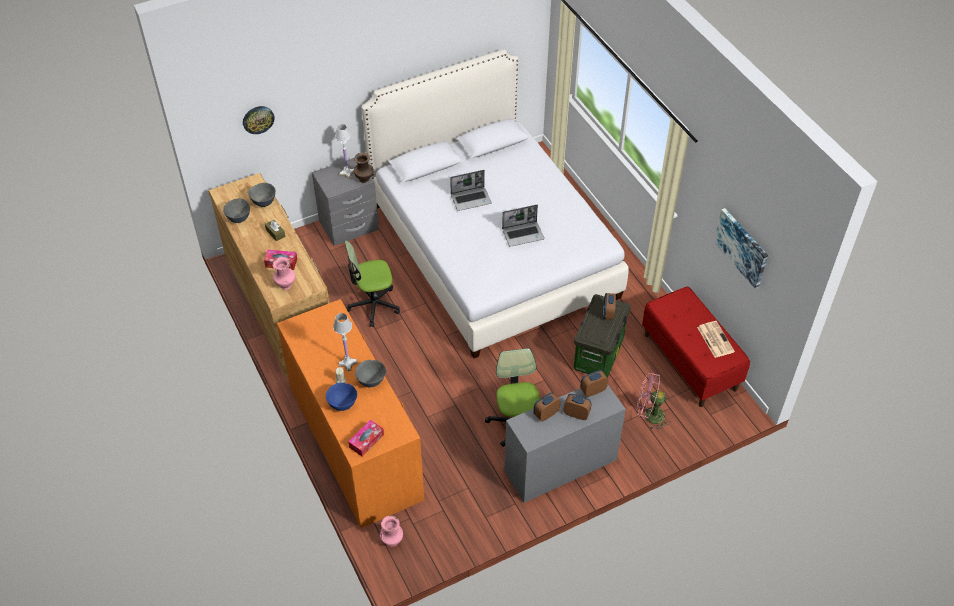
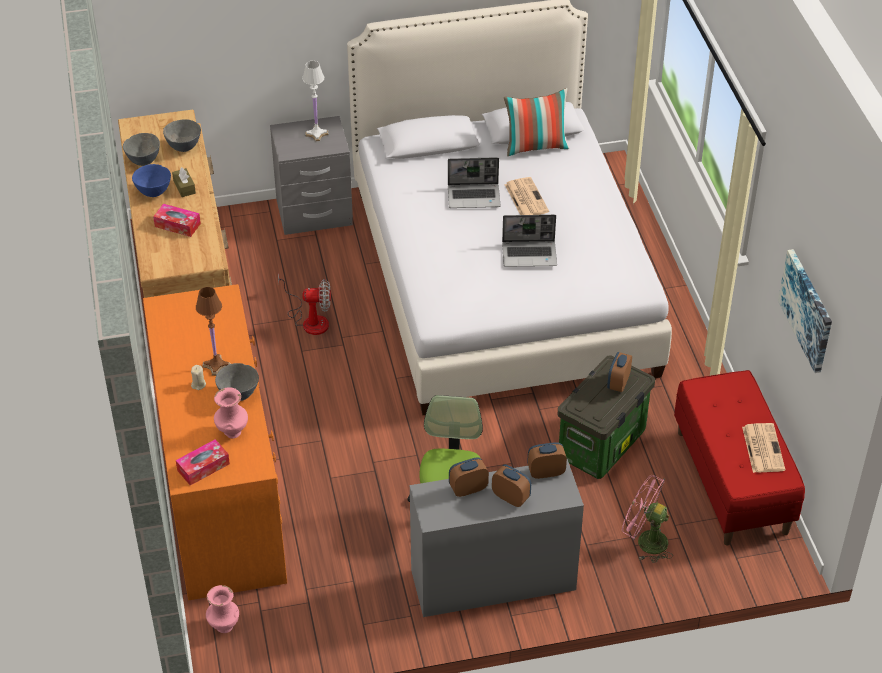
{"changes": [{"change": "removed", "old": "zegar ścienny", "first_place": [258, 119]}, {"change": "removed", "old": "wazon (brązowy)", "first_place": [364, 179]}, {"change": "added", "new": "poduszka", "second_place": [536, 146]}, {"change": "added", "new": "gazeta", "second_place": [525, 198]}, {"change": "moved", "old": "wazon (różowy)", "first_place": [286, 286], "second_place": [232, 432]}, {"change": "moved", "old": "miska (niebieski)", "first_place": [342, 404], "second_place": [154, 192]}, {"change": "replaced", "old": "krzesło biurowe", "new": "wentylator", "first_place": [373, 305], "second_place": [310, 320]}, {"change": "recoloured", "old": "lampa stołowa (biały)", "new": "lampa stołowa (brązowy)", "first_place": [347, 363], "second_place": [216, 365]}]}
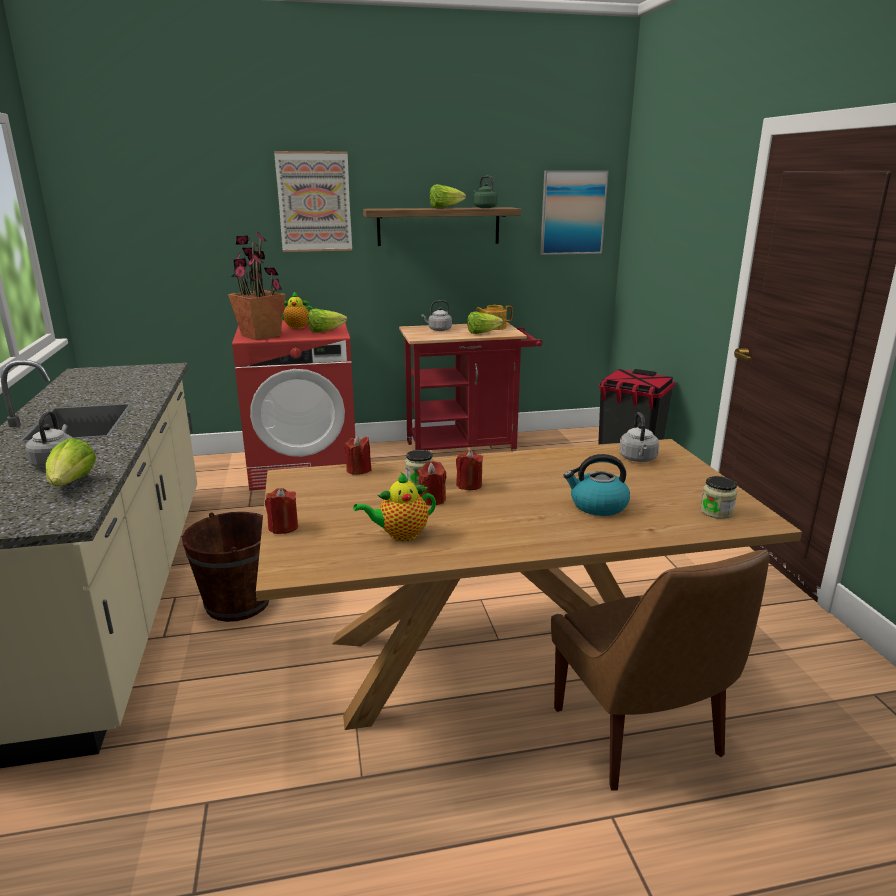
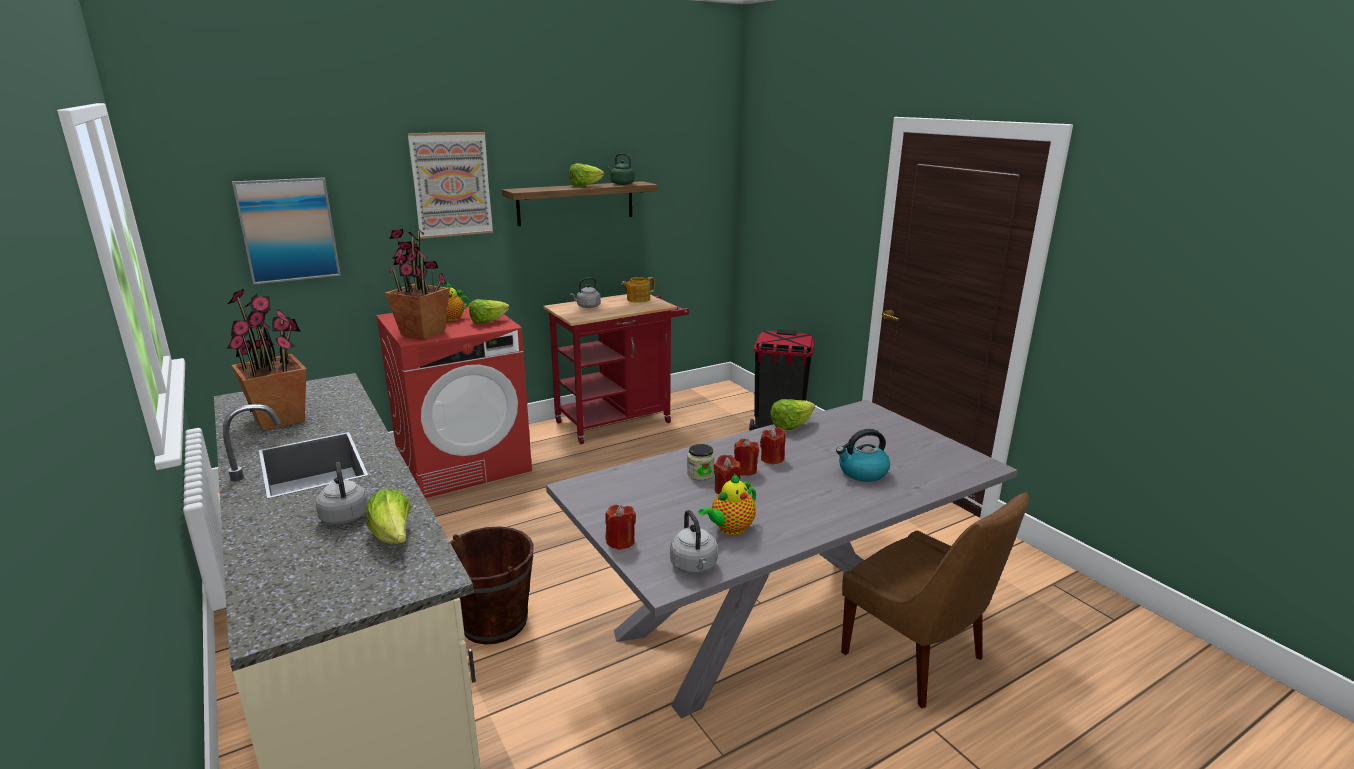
{"changes": [{"change": "removed", "old": "słoik", "first_place": [716, 512]}, {"change": "added", "new": "roślina doniczkowa", "second_place": [280, 419]}, {"change": "moved", "old": "świeca (czerwony)", "first_place": [359, 470], "second_place": [772, 459]}, {"change": "moved", "old": "sałata", "first_place": [482, 333], "second_place": [791, 426]}, {"change": "moved", "old": "obraz", "first_place": [572, 212], "second_place": [288, 230]}, {"change": "moved", "old": "czajnik (szary)", "first_place": [638, 459], "second_place": [694, 566]}, {"change": "recoloured", "old": "stół jadalny (brązowy)", "new": "stół jadalny (szary)", "first_place": [503, 659], "second_place": [776, 620]}]}
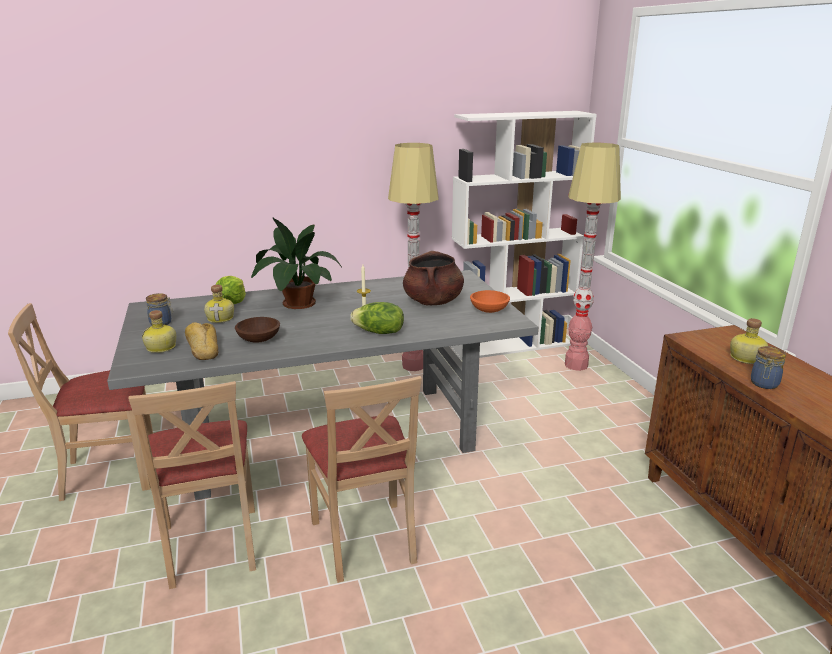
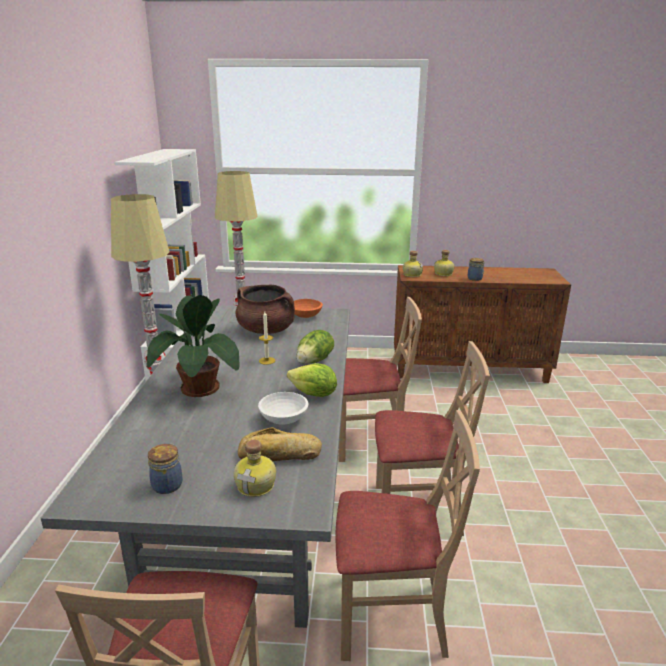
{"changes": [{"change": "added", "new": "krzesło (beżowy)", "second_place": [369, 441]}, {"change": "moved", "old": "butelka", "first_place": [221, 318], "second_place": [411, 274]}, {"change": "moved", "old": "sałata", "first_place": [232, 302], "second_place": [313, 394]}, {"change": "recoloured", "old": "miska (brązowy)", "new": "miska (biały)", "first_place": [258, 339], "second_place": [284, 419]}]}
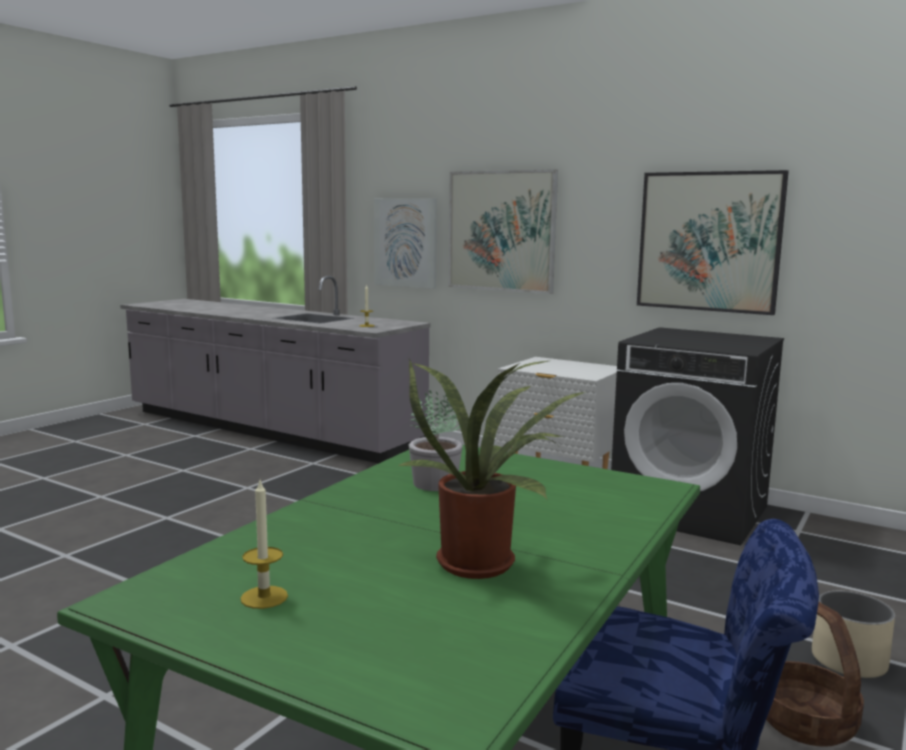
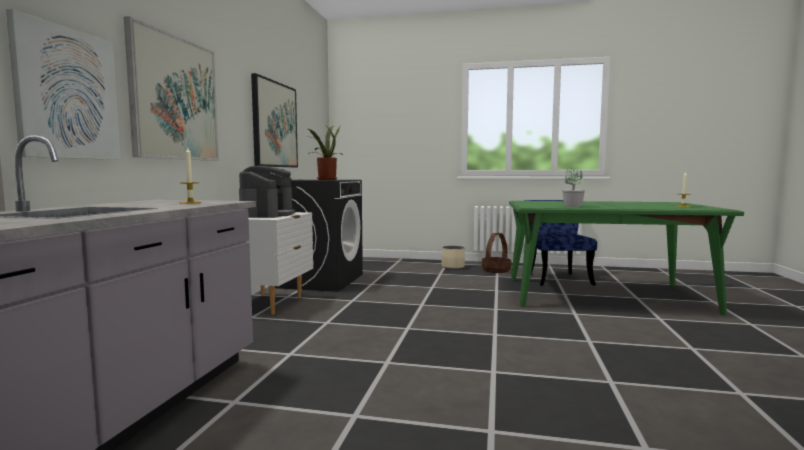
{"changes": [{"change": "added", "new": "ekspres do kawy", "second_place": [267, 214]}, {"change": "moved", "old": "roślina doniczkowa", "first_place": [482, 562], "second_place": [325, 179]}]}
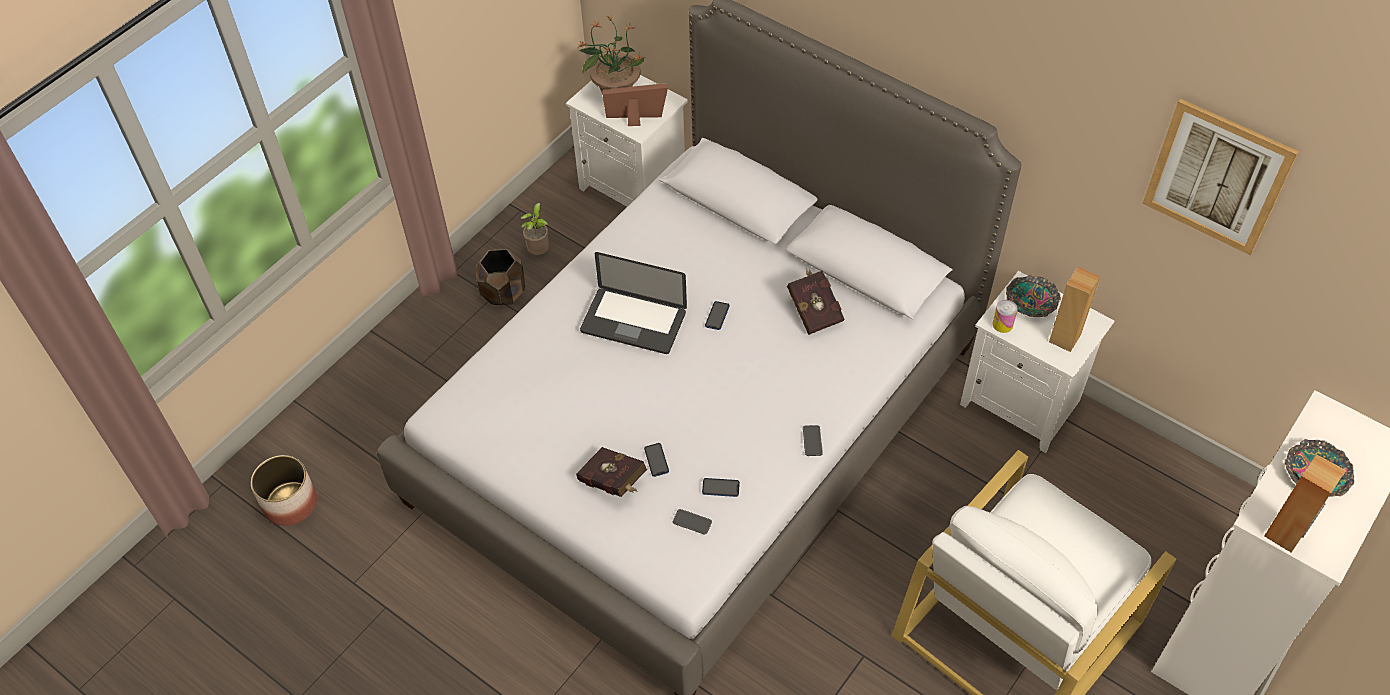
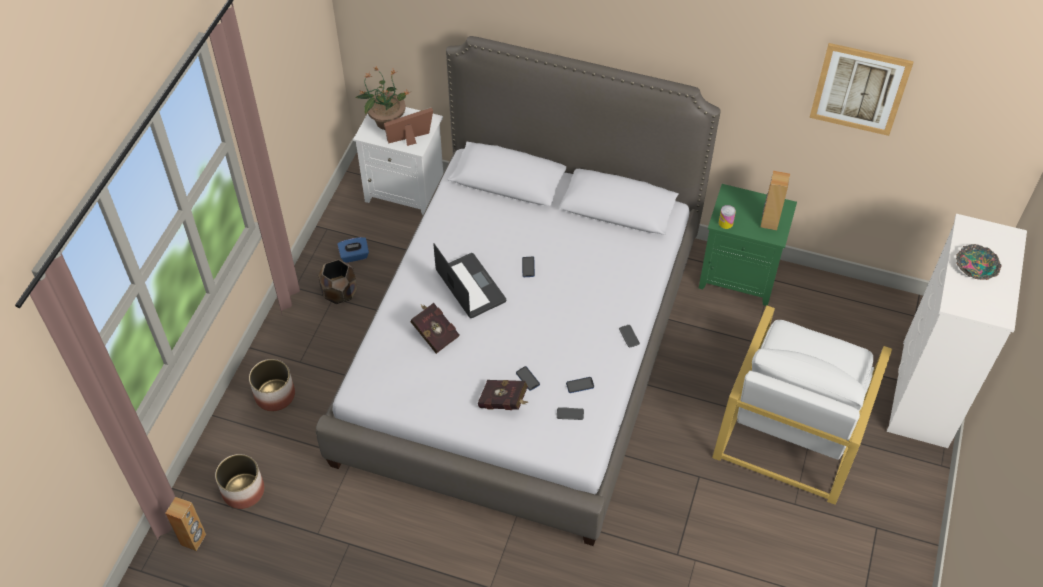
{"changes": [{"change": "removed", "old": "miska", "first_place": [1031, 301]}, {"change": "added", "new": "donica", "second_place": [275, 395]}, {"change": "moved", "old": "książka (czerwony)", "first_place": [814, 310], "second_place": [434, 333]}, {"change": "moved", "old": "głośnik (brązowy)", "first_place": [1285, 533], "second_place": [193, 540]}, {"change": "replaced", "old": "roślina doniczkowa", "new": "pudełko chusteczek (niebieski)", "first_place": [539, 251], "second_place": [354, 256]}, {"change": "recoloured", "old": "szafka nocna (biały)", "new": "szafka nocna (zielony)", "first_place": [1023, 403], "second_place": [740, 276]}, {"change": "turned", "old": "laptop", "first_place": [633, 322], "second_place": [470, 286], "degrees": -120}]}
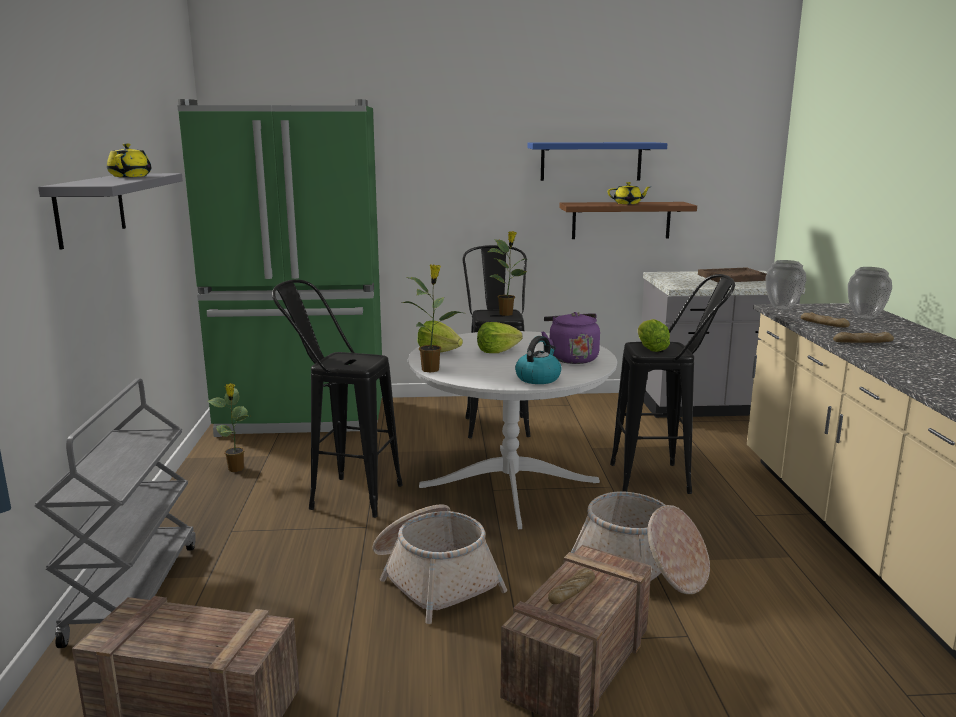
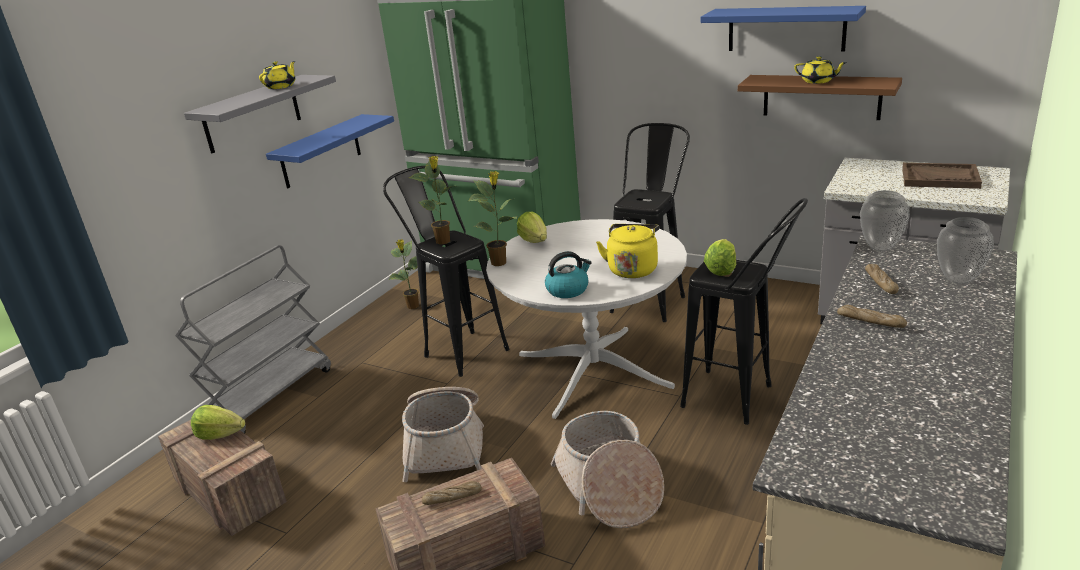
{"changes": [{"change": "added", "new": "półka (niebieski)", "second_place": [321, 151]}, {"change": "moved", "old": "sałata", "first_place": [497, 351], "second_place": [220, 434]}, {"change": "moved", "old": "roślina doniczkowa", "first_place": [507, 314], "second_place": [444, 241]}, {"change": "recoloured", "old": "czajnik (fioletowy)", "new": "czajnik (żółty)", "first_place": [571, 358], "second_place": [632, 269]}]}
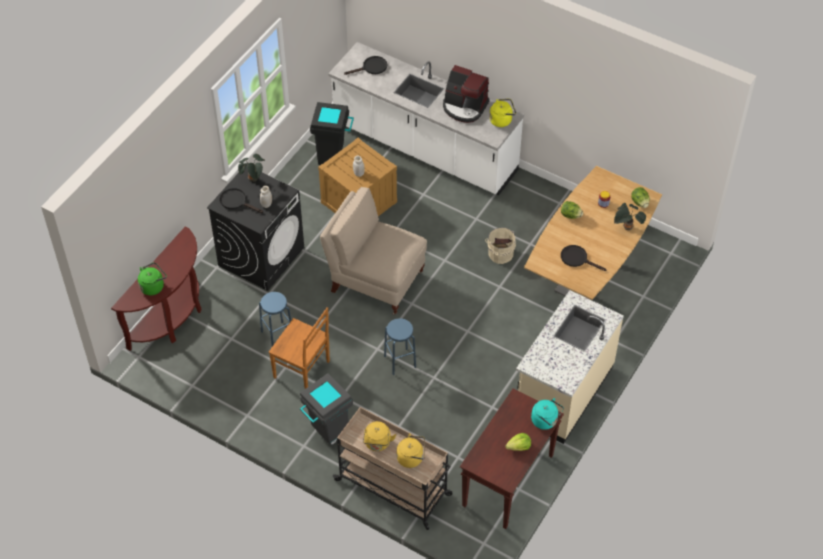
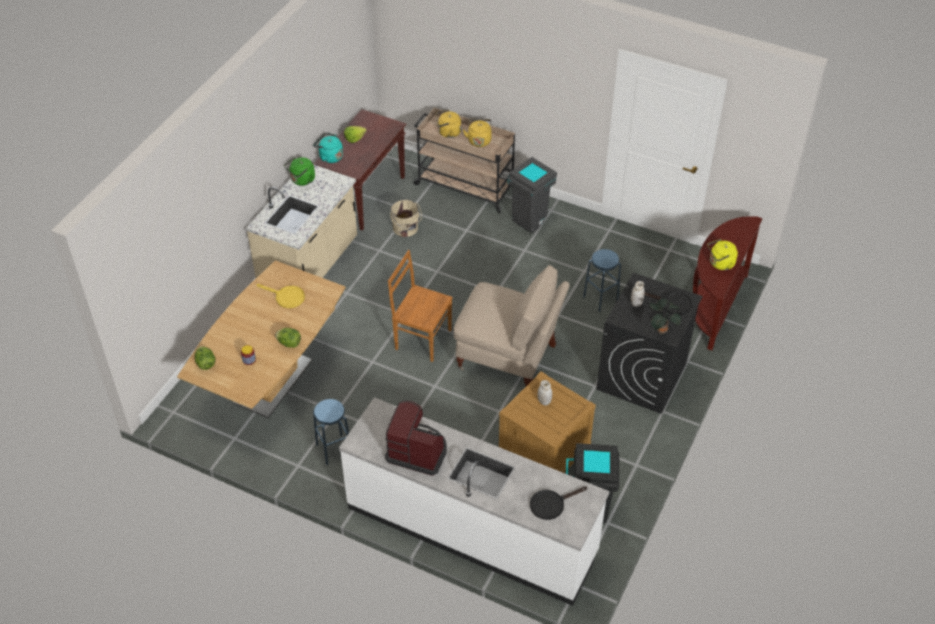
{"changes": [{"change": "removed", "old": "roślina doniczkowa", "first_place": [627, 228]}, {"change": "moved", "old": "czajnik (zielony)", "first_place": [153, 286], "second_place": [302, 180]}, {"change": "moved", "old": "krzesło (brązowy)", "first_place": [303, 370], "second_place": [421, 339]}, {"change": "moved", "old": "stołek (niebieski)", "first_place": [400, 361], "second_place": [334, 449]}, {"change": "moved", "old": "wiadro (beżowy)", "first_place": [500, 253], "second_place": [406, 229]}, {"change": "moved", "old": "czajnik (żółty)", "first_place": [502, 120], "second_place": [720, 264]}, {"change": "recoloured", "old": "patelnia (czarny)", "new": "patelnia (żółty)", "first_place": [577, 259], "second_place": [286, 297]}]}
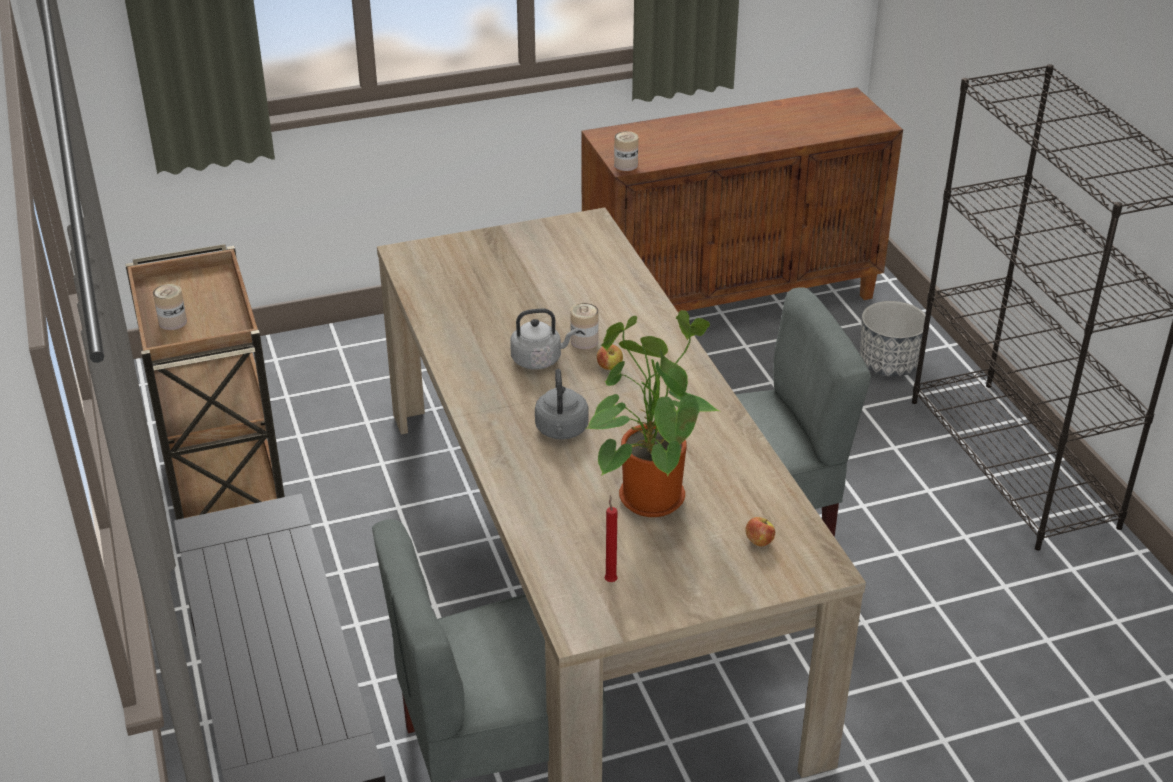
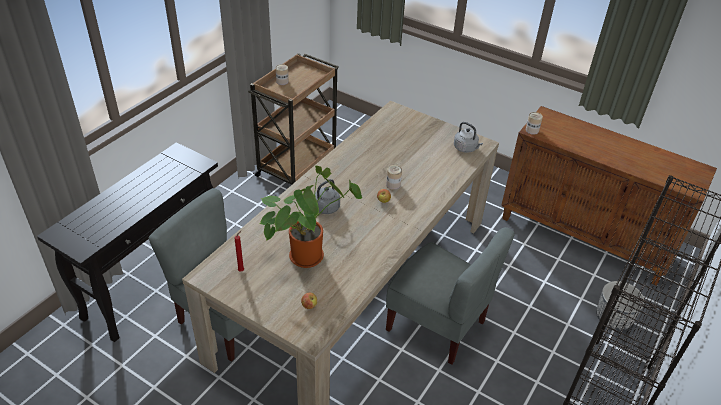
{"changes": [{"change": "moved", "old": "czajnik (szary)", "first_place": [539, 360], "second_place": [466, 148]}]}
